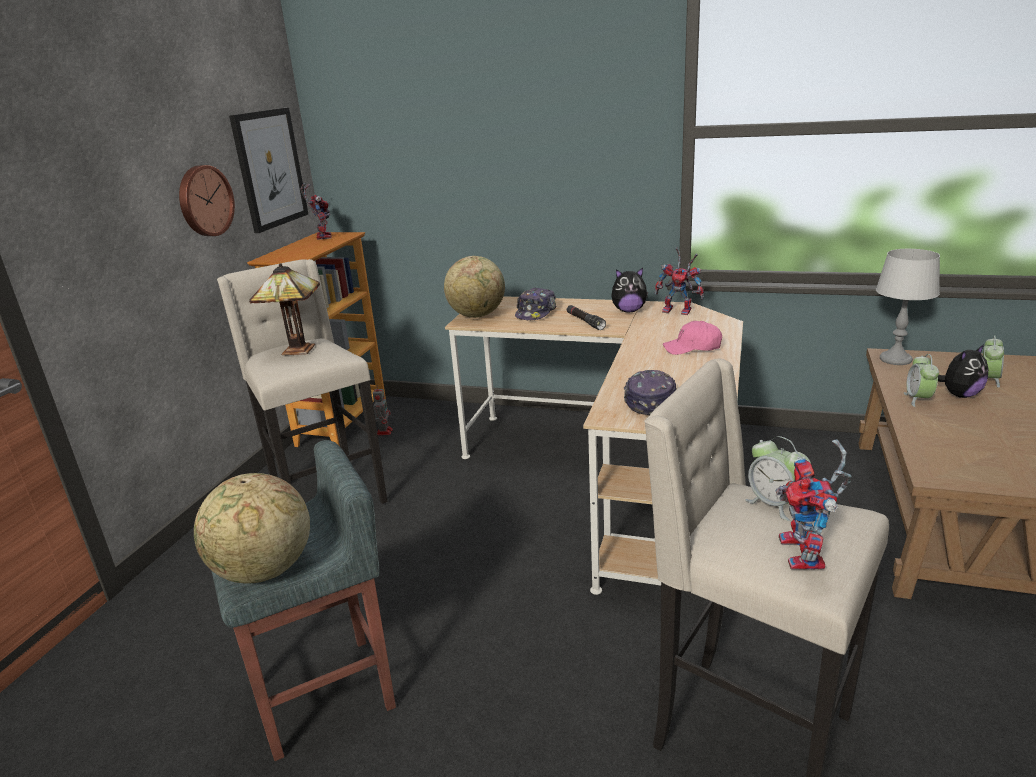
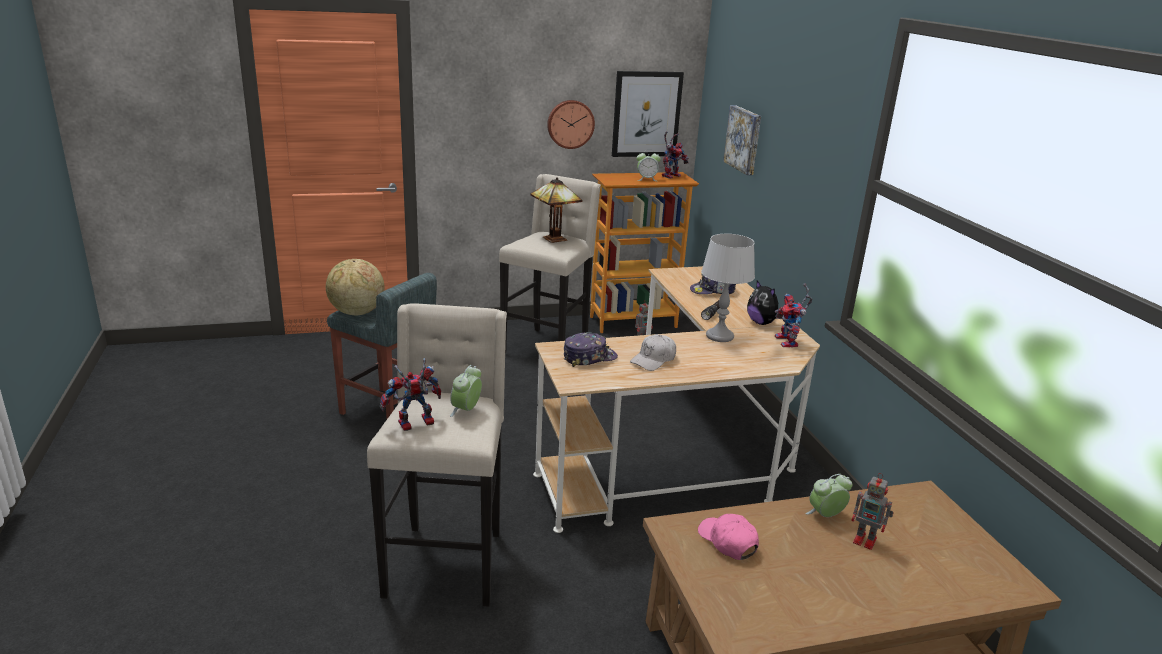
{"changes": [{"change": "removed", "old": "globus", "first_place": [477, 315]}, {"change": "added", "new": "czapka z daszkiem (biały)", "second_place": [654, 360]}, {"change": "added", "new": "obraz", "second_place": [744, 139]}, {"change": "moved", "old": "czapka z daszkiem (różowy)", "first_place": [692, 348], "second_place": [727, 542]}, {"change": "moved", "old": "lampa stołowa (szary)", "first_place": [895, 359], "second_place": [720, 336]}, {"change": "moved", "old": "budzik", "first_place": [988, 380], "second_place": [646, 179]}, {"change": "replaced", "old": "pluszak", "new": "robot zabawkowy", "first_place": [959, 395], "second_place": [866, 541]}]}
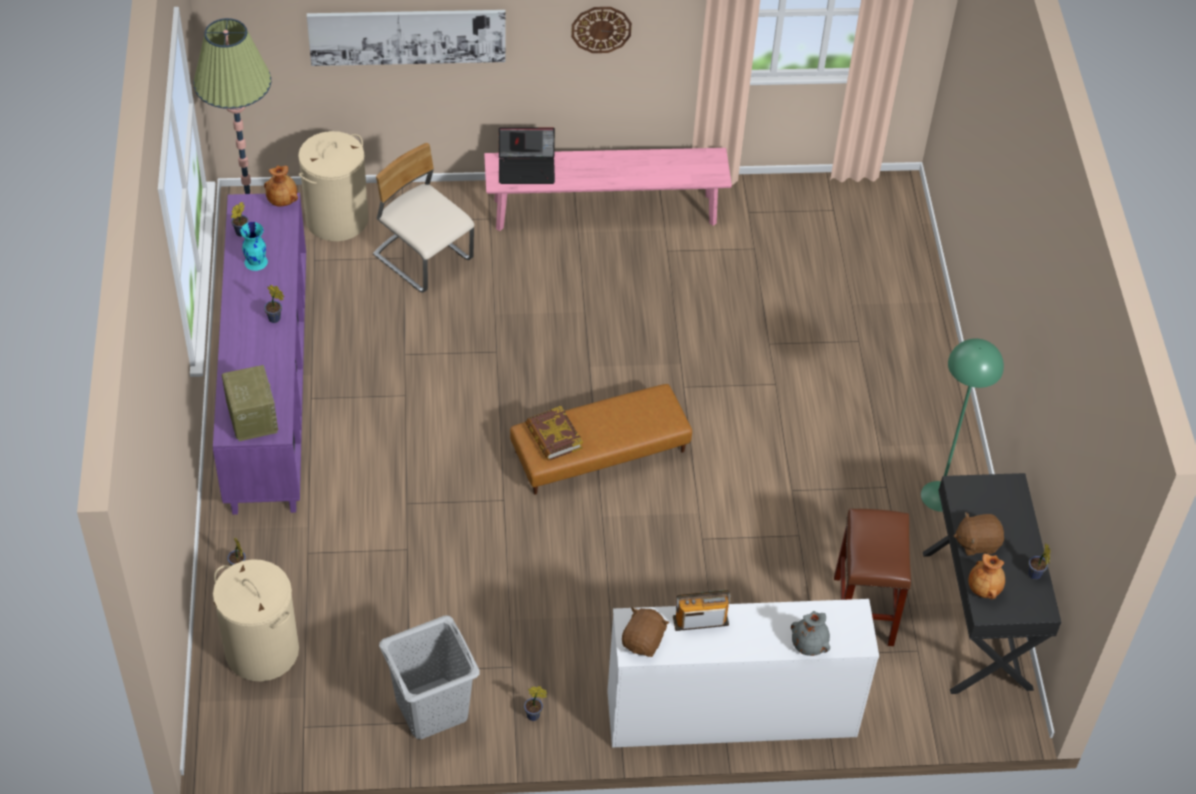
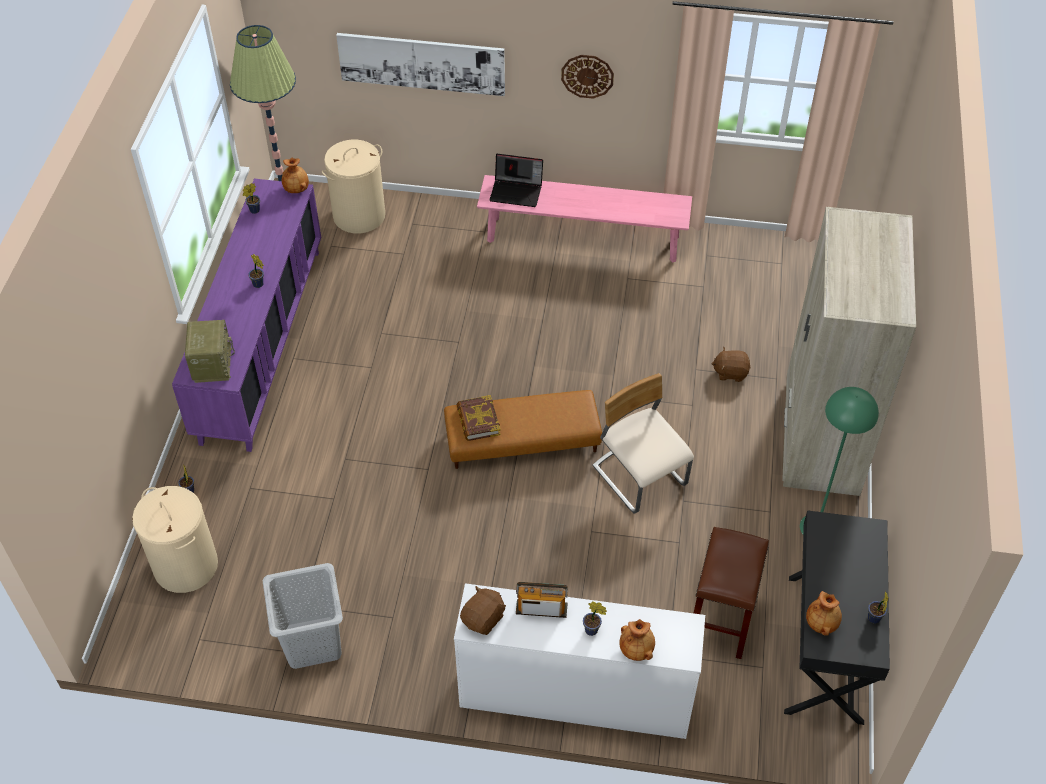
{"changes": [{"change": "removed", "old": "wazon (turkusowy)", "first_place": [256, 262]}, {"change": "added", "new": "szafa (beżowy)", "second_place": [820, 436]}, {"change": "moved", "old": "krzesło (beżowy)", "first_place": [423, 258], "second_place": [640, 476]}, {"change": "moved", "old": "roślina doniczkowa", "first_place": [535, 715], "second_place": [593, 630]}, {"change": "moved", "old": "pluszak (brązowy)", "first_place": [977, 542], "second_place": [730, 372]}, {"change": "recoloured", "old": "wazon (szary)", "new": "wazon (brązowy)", "first_place": [809, 645], "second_place": [636, 649]}]}
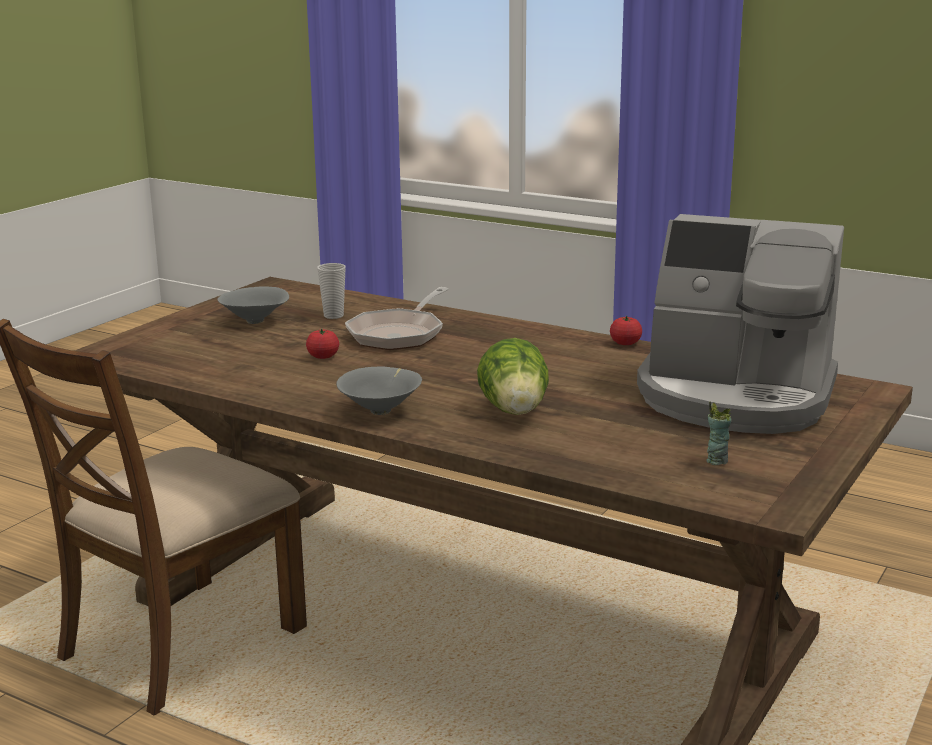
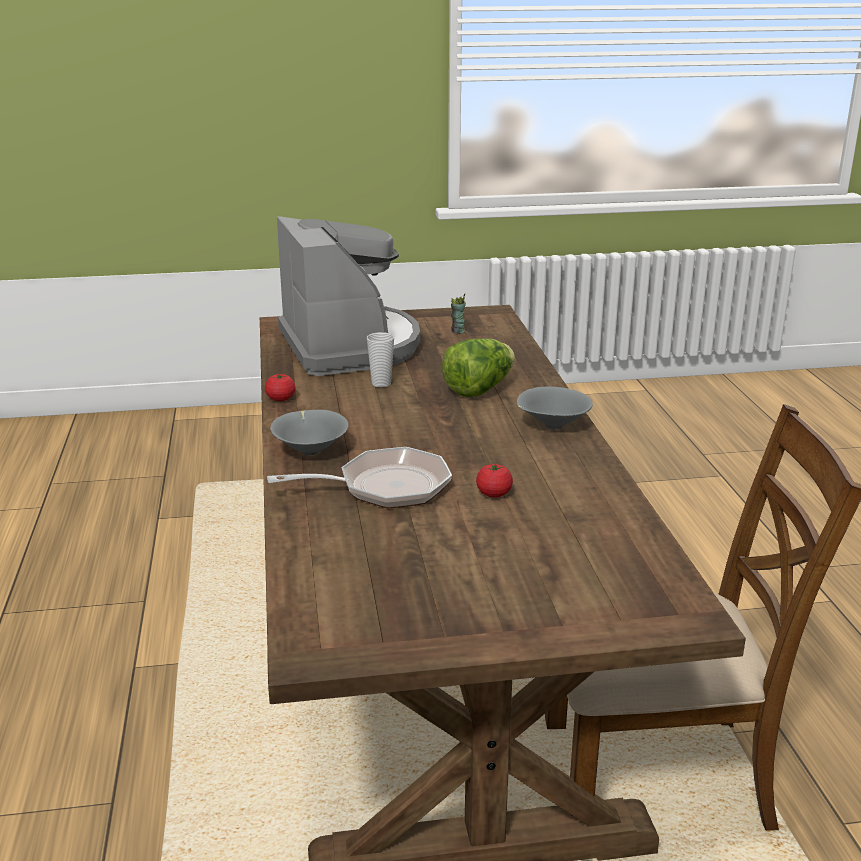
{"changes": [{"change": "moved", "old": "miska (szary)", "first_place": [256, 322], "second_place": [310, 451]}, {"change": "moved", "old": "filiżanka", "first_place": [333, 316], "second_place": [381, 383]}]}
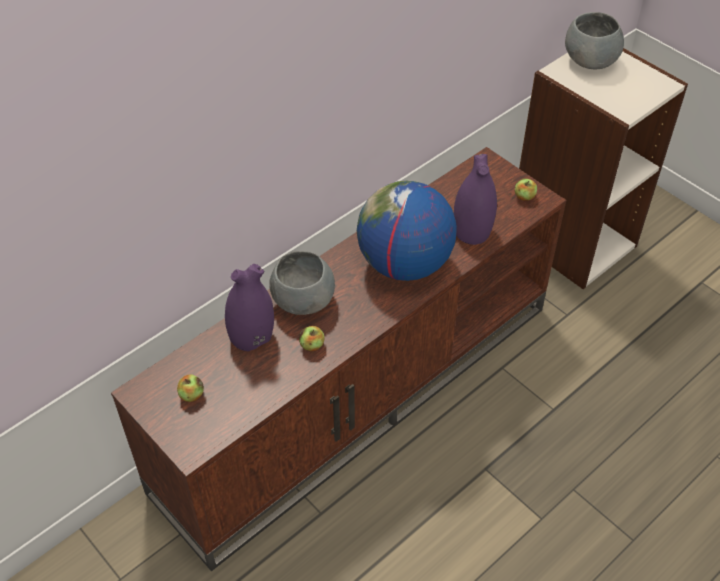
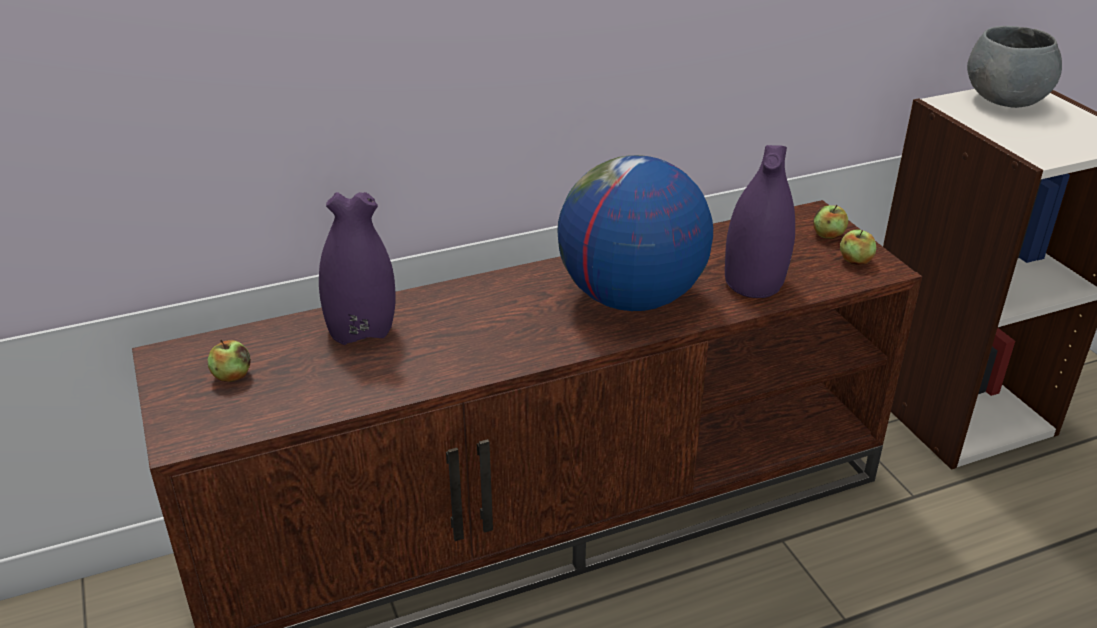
{"changes": [{"change": "removed", "old": "miska (szary)", "first_place": [302, 300]}, {"change": "moved", "old": "jabłko", "first_place": [312, 345], "second_place": [828, 235]}]}
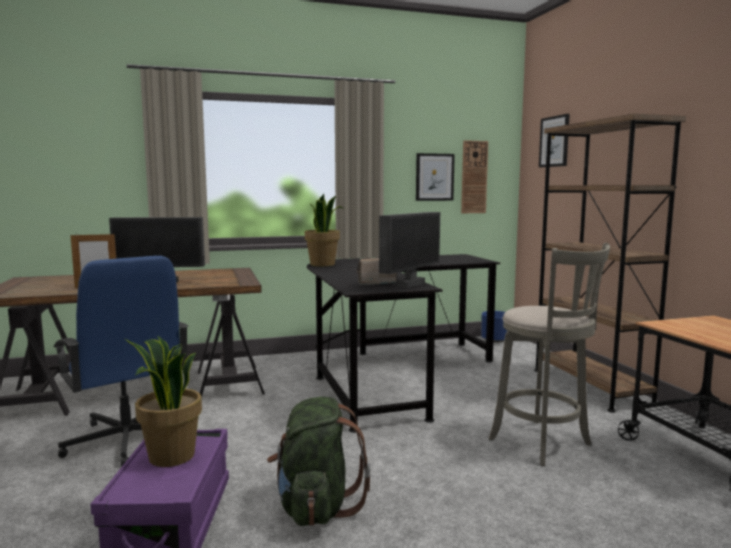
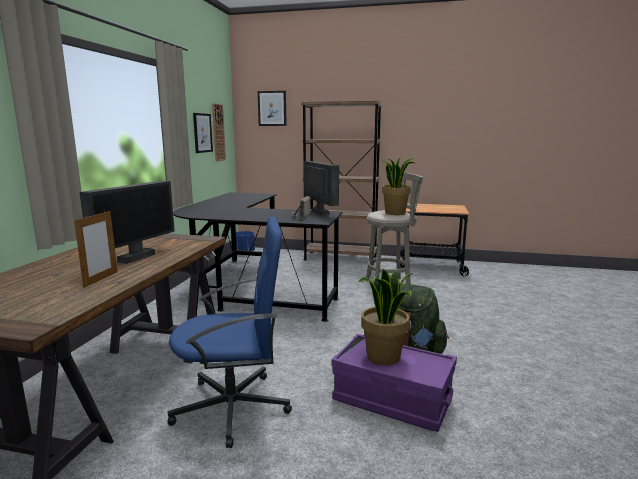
{"changes": [{"change": "moved", "old": "roślina doniczkowa", "first_place": [323, 264], "second_place": [395, 213]}]}
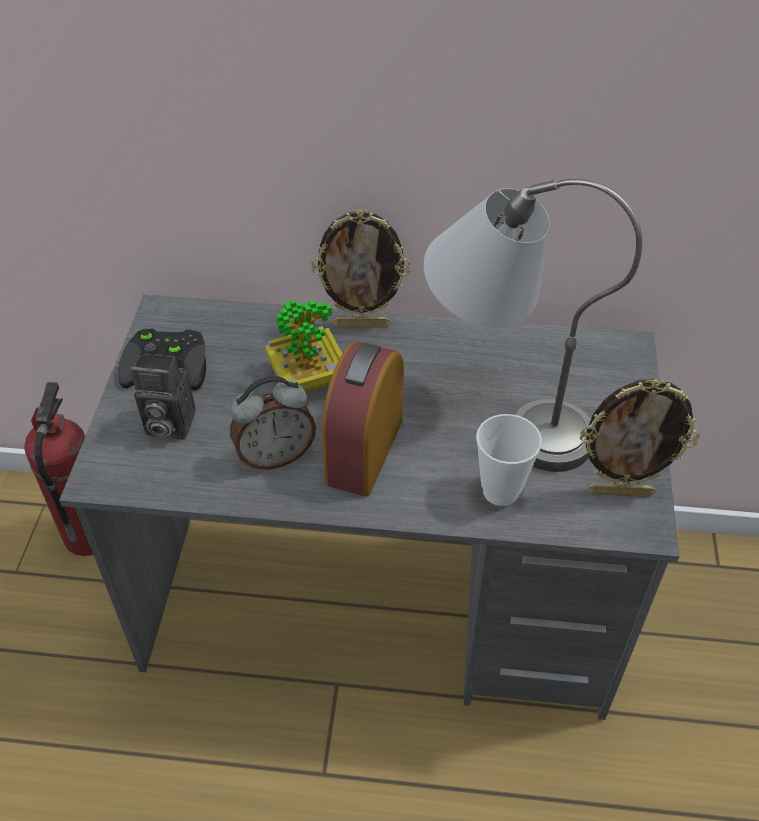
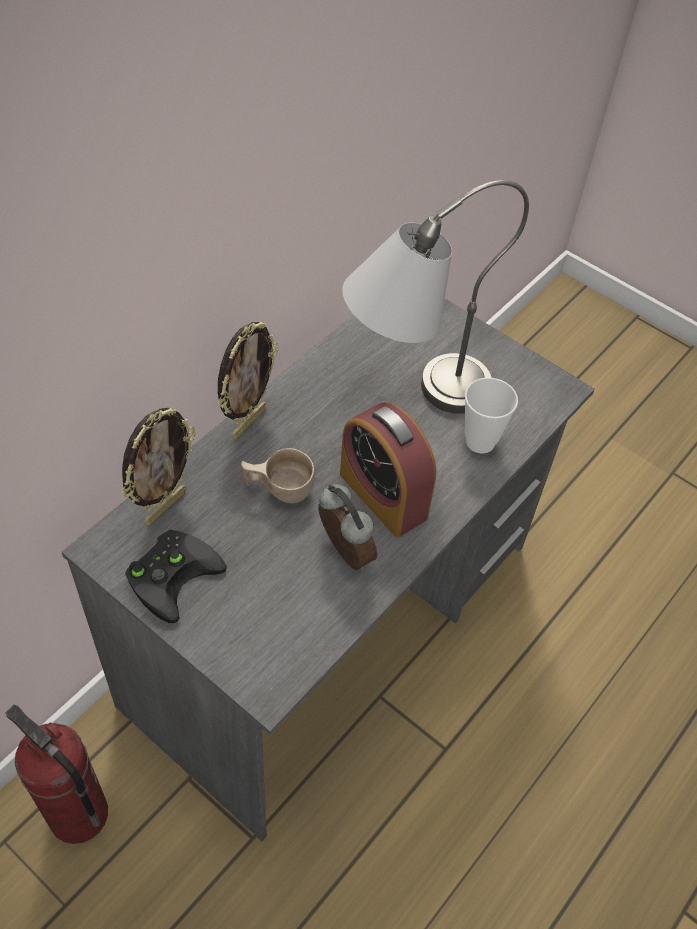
{"changes": [{"change": "removed", "old": "aparat fotograficzny", "first_place": [167, 424]}, {"change": "moved", "old": "ramka na zdjęcie", "first_place": [620, 491], "second_place": [164, 506]}, {"change": "replaced", "old": "roślina doniczkowa", "new": "filiżanka (beżowy)", "first_place": [308, 379], "second_place": [278, 489]}, {"change": "turned", "old": "budzik", "first_place": [275, 455], "second_place": [343, 553], "degrees": -45}]}
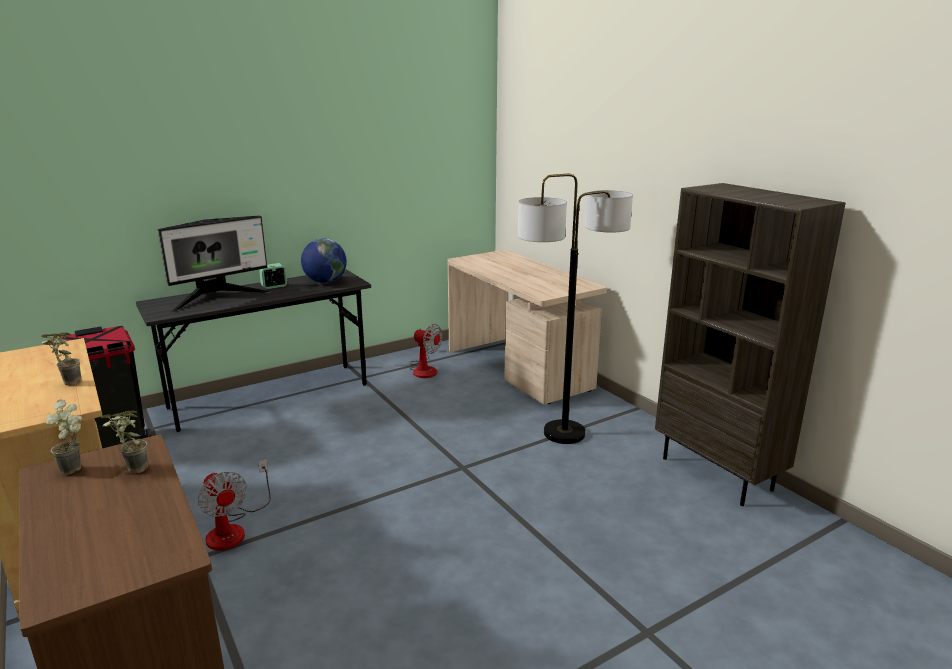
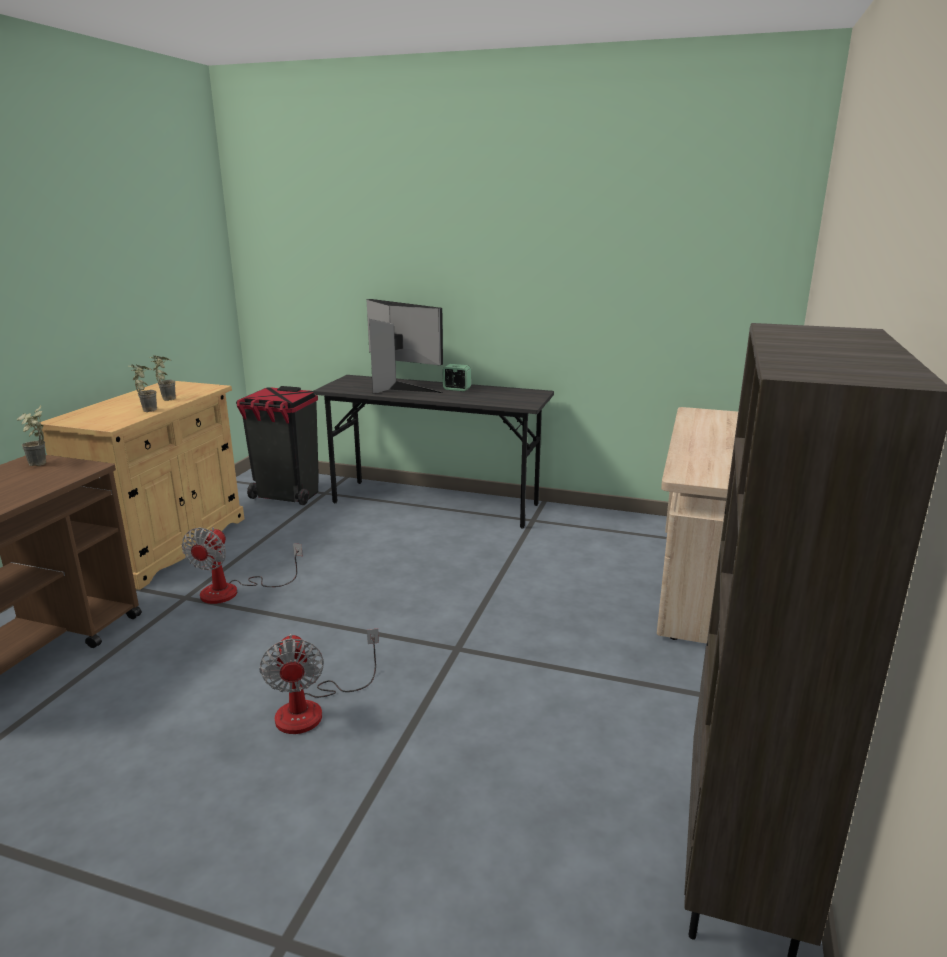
{"changes": [{"change": "removed", "old": "globus", "first_place": [325, 282]}, {"change": "removed", "old": "lampa stojąca", "first_place": [564, 433]}, {"change": "moved", "old": "roślina doniczkowa", "first_place": [131, 471], "second_place": [165, 399]}, {"change": "moved", "old": "wentylator", "first_place": [424, 369], "second_place": [313, 708]}, {"change": "turned", "old": "monitor", "first_place": [218, 298], "second_place": [395, 387], "degrees": -150}]}
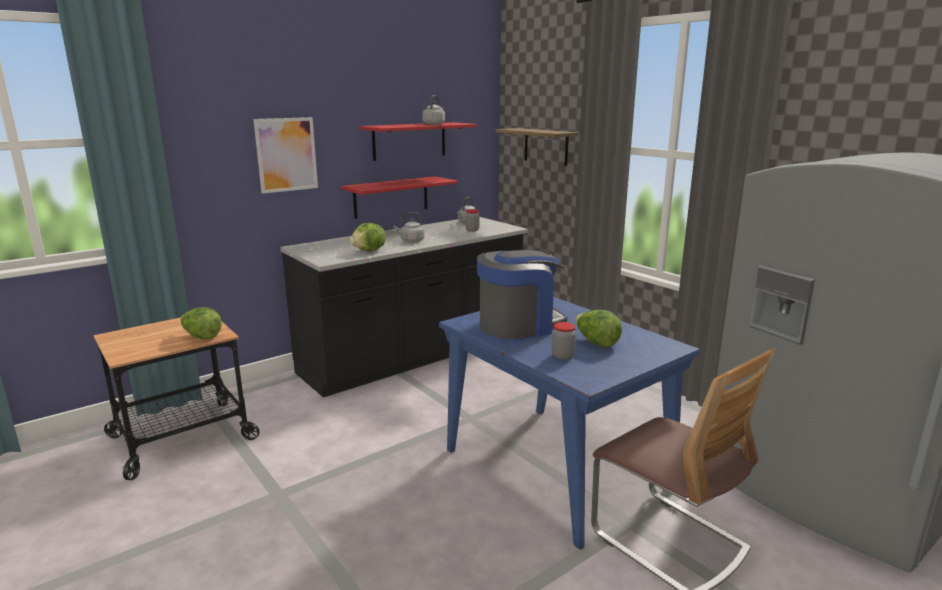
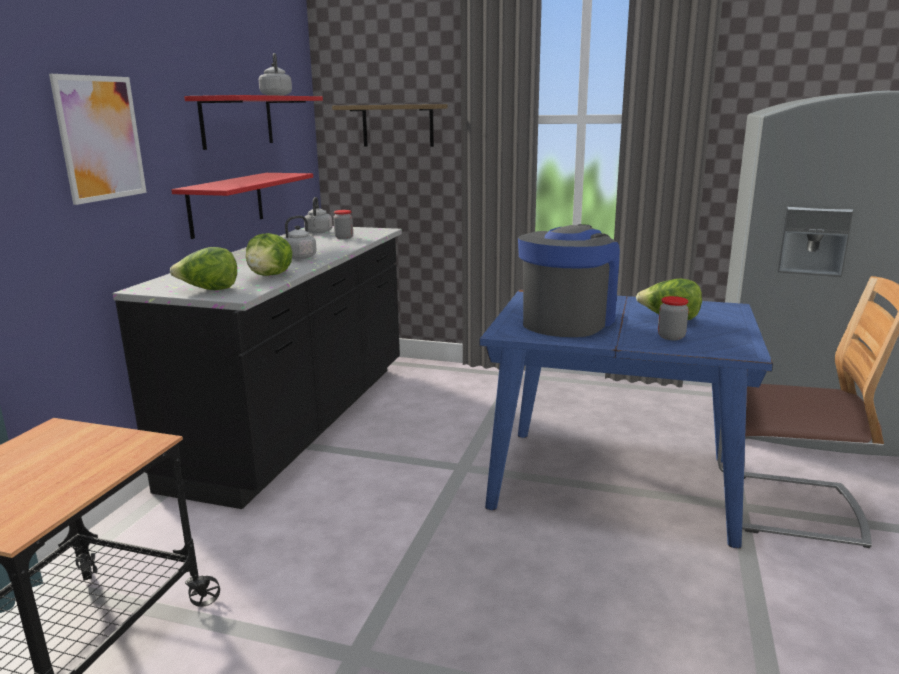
{"changes": [{"change": "moved", "old": "sałata", "first_place": [202, 337], "second_place": [209, 290]}]}
